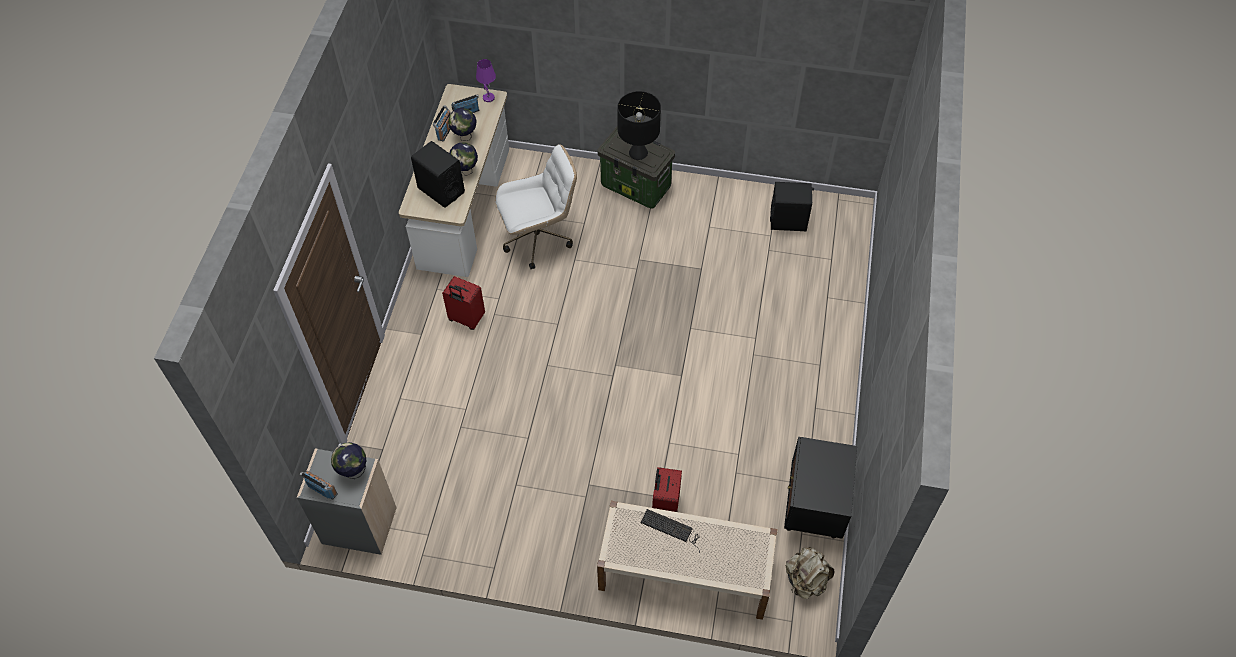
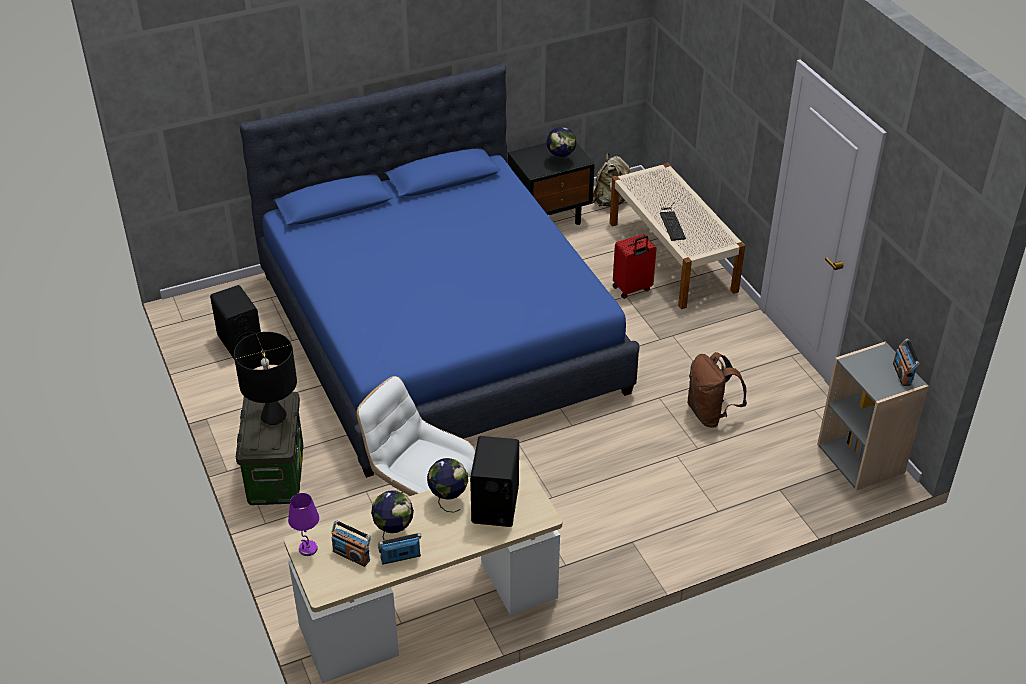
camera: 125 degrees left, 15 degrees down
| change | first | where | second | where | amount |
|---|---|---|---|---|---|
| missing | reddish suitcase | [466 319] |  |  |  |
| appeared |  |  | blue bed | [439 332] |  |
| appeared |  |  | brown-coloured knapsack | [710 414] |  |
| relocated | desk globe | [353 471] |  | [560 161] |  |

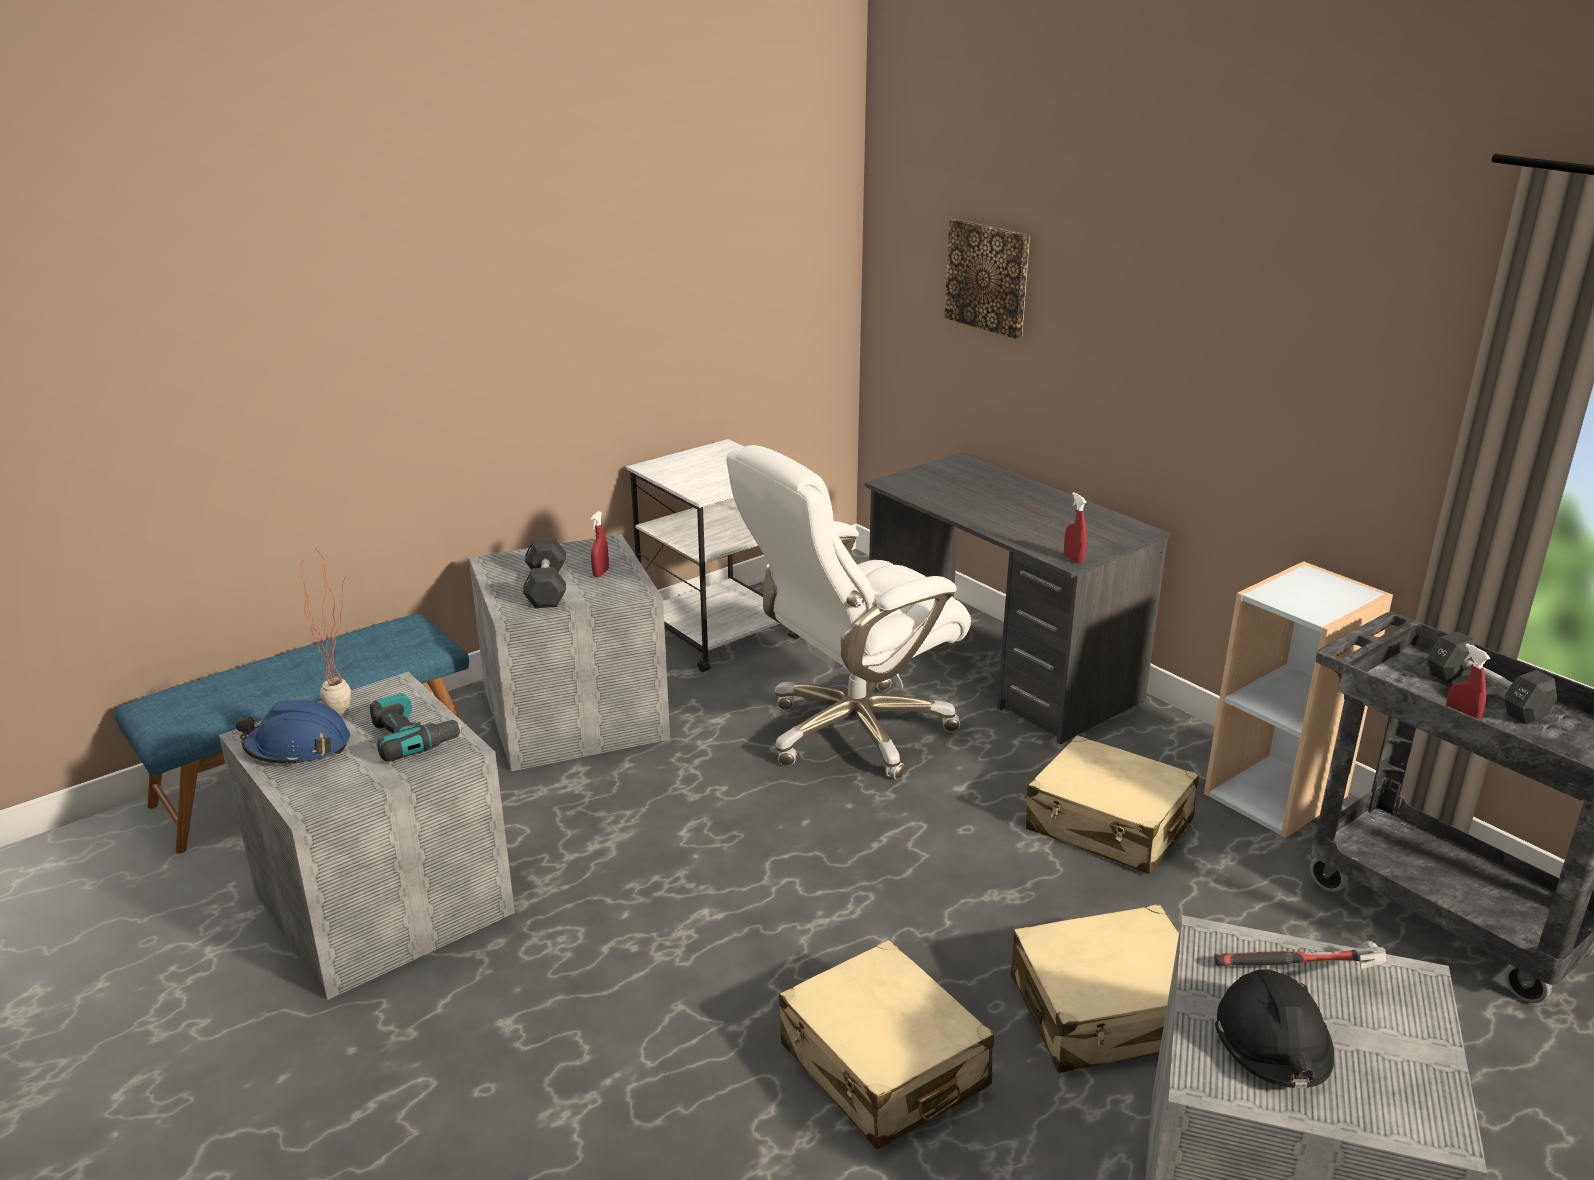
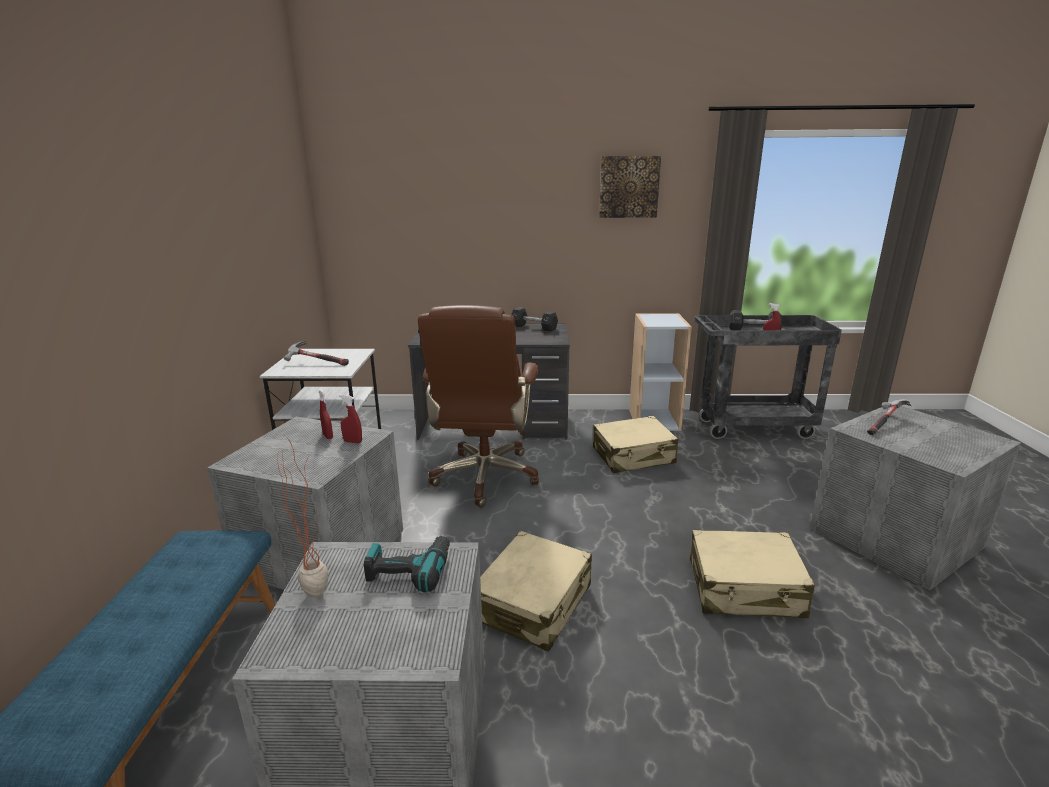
camera: 50 degrees left, 5 degrees down
| change | first | where | second | where | amount |
|---|---|---|---|---|---|
| missing | blue safety helmet | [298 747] |  |  |  |
| missing | black safety helmet | [1273 1044] |  |  |  |
| appeared |  |  | tool hammer | [317 363] |  |
| relocated | black hand weight | [546 588] |  | [534 327] |  |
| relocated | wall art | [988 277] |  | [629 187] |  |
| relocated | beige-coloured suitcase | [1108 1011] |  | [533 603] |  |
| relocated | reddish hand sprayer | [1073 559] |  | [353 442] |  |
| colour | whitish desk chair | [849 733] | brown-coloured desk chair | [483 479] |  |

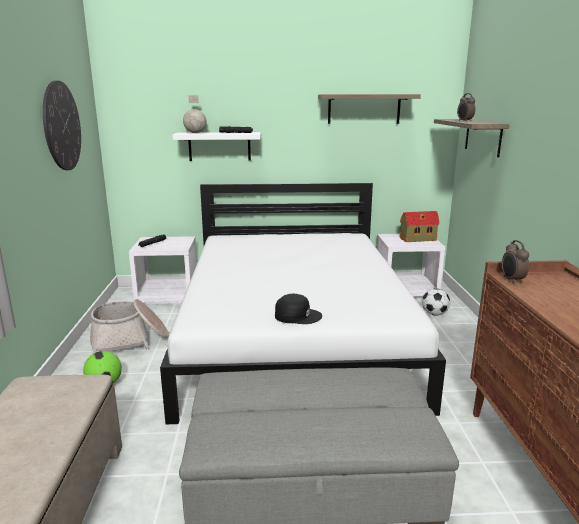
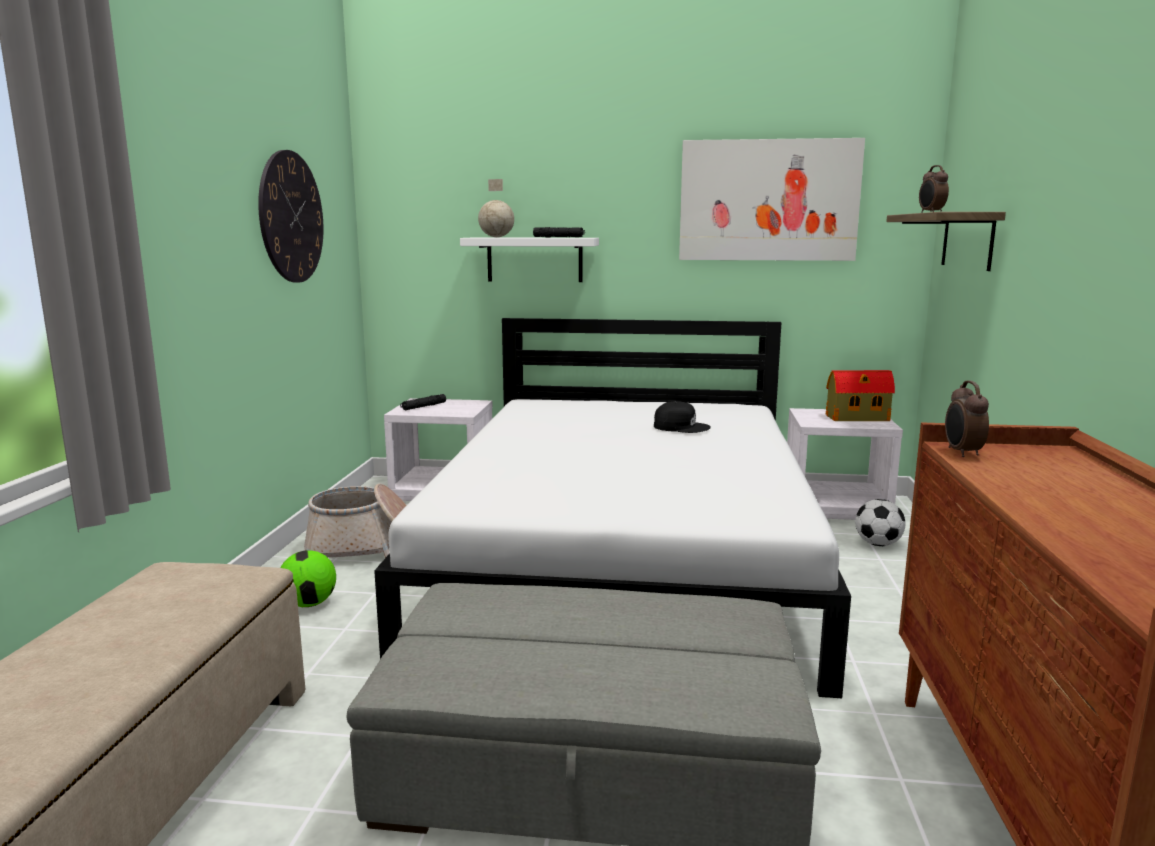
camera: 10 degrees right, 5 degrees down
| change | first | where | second | where | amount |
|---|---|---|---|---|---|
| relocated | black baseball cap | [297 315] |  | [681 426] |  |
| exchanged | shelf | [364 109] | wall art | [768 200] |  |

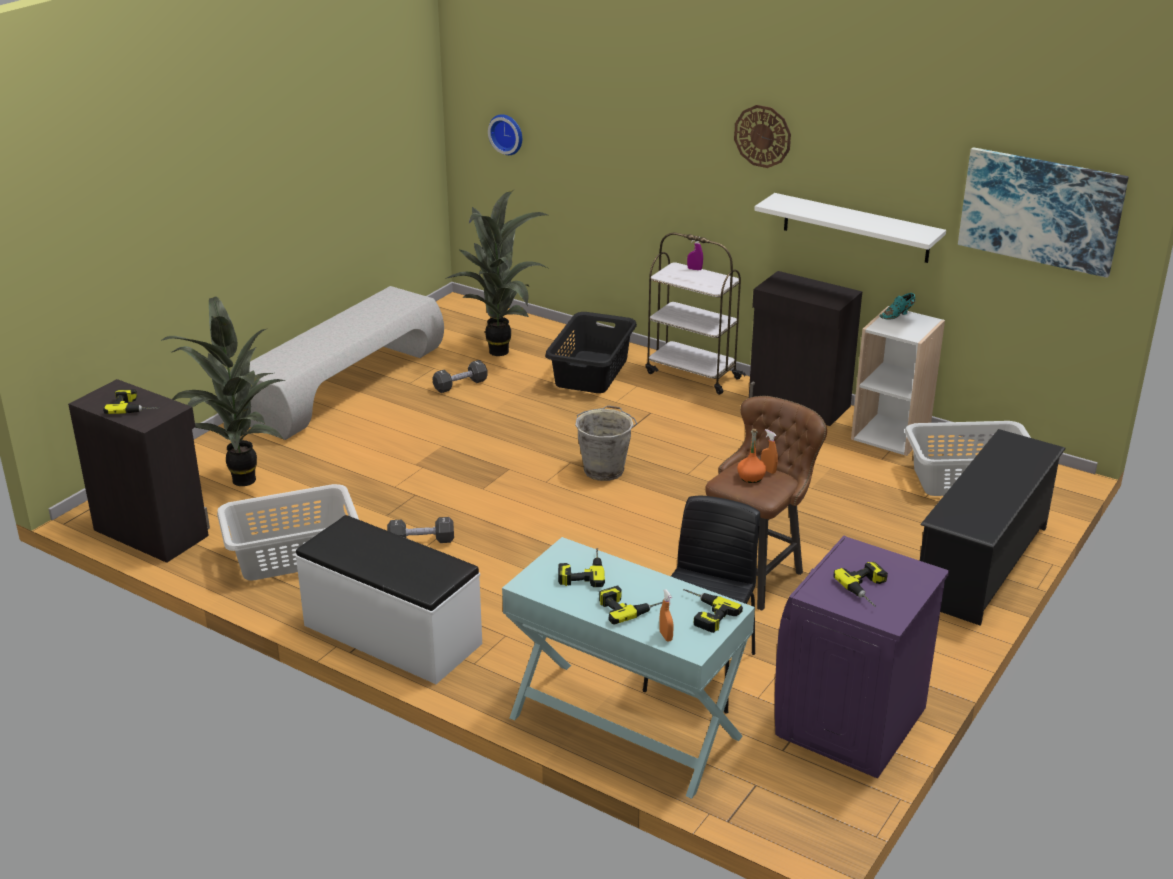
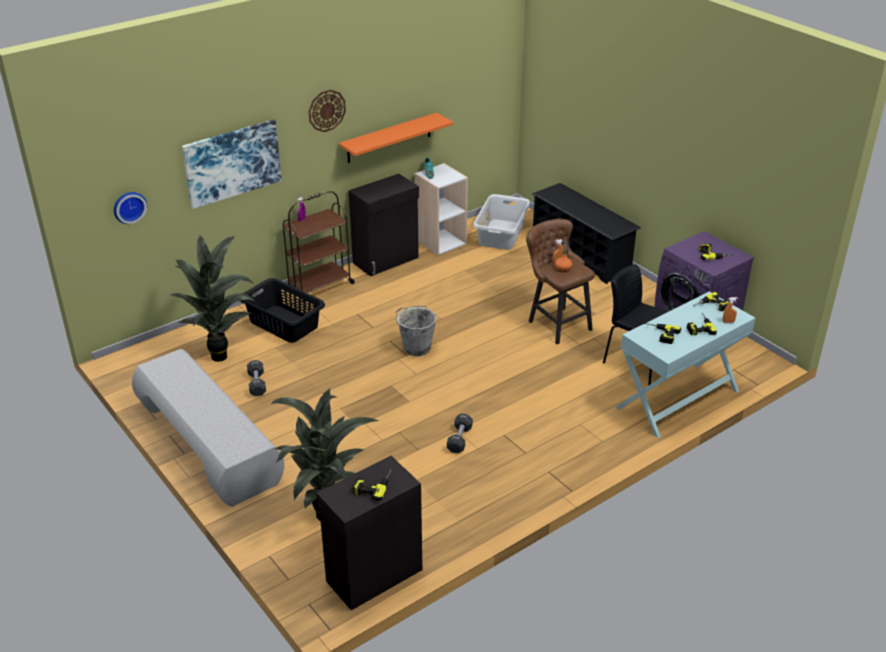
camera: 70 degrees left, 5 degrees up
| change | first | where | second | where | amount |
|---|---|---|---|---|---|
| missing | grey washing basket | [291 554] |  |  |  |
| missing | whitish long seat | [391 635] |  |  |  |
| relocated | wall art | [1040 210] |  | [232 163] |  |
| colour | whitish wheeled cart | [692 375] | brown-coloured wheeled cart | [320 287] |  |
| colour | whitish shelf | [856 228] | orange-coloured shelf | [389 138] |  |

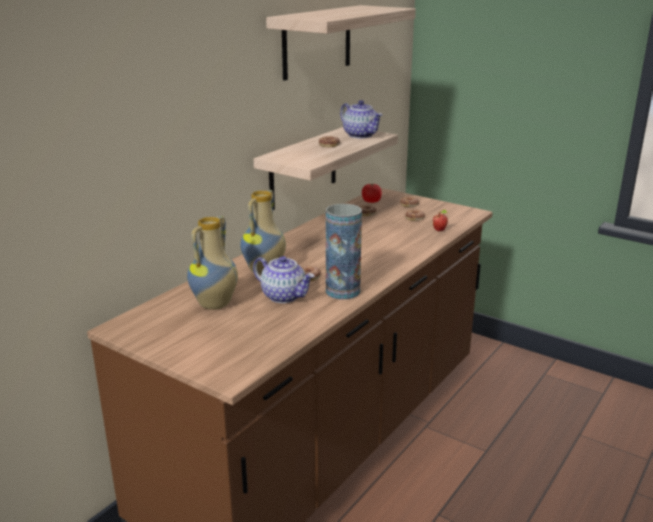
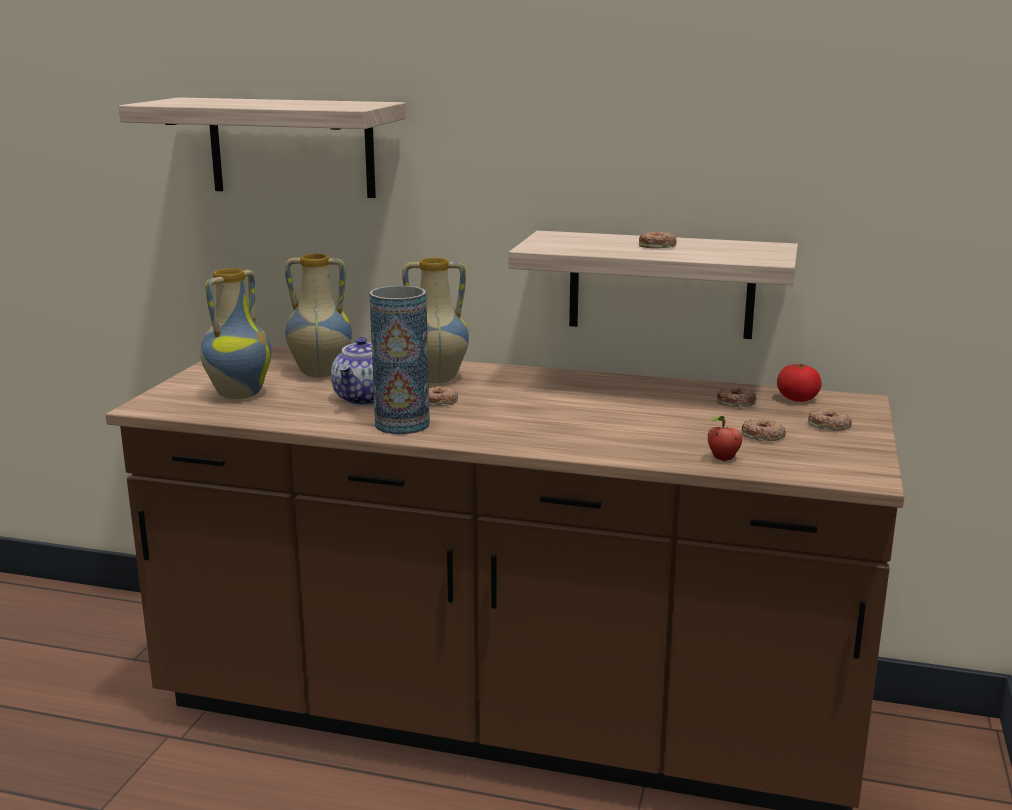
camera: 70 degrees right, 5 degrees down
| change | first | where | second | where | amount |
|---|---|---|---|---|---|
| missing | teapot | [361 135] |  |  |  |
| appeared |  |  | flower vase | [238 394] |  |
| relocated | shelf | [317 42] |  | [291 147] |  |

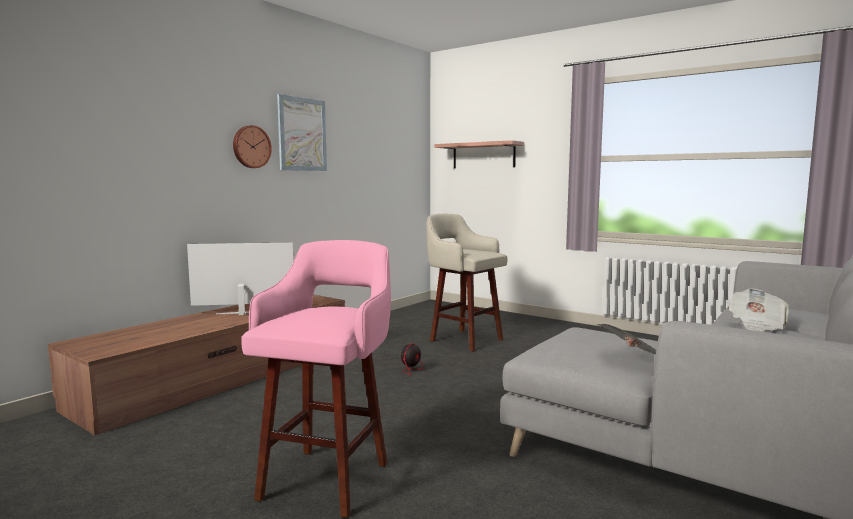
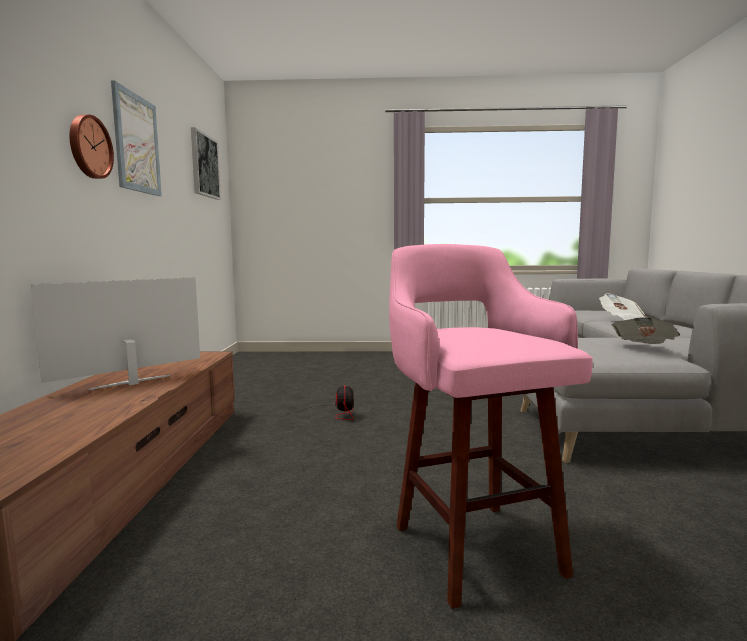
camera: 35 degrees left, 0 degrees up
| change | first | where | second | where | amount |
|---|---|---|---|---|---|
| missing | beige-coloured stool | [464 340] |  |  |  |
| missing | shelf | [483 155] |  |  |  |
| appeared |  |  | wall art | [204 166] |  |

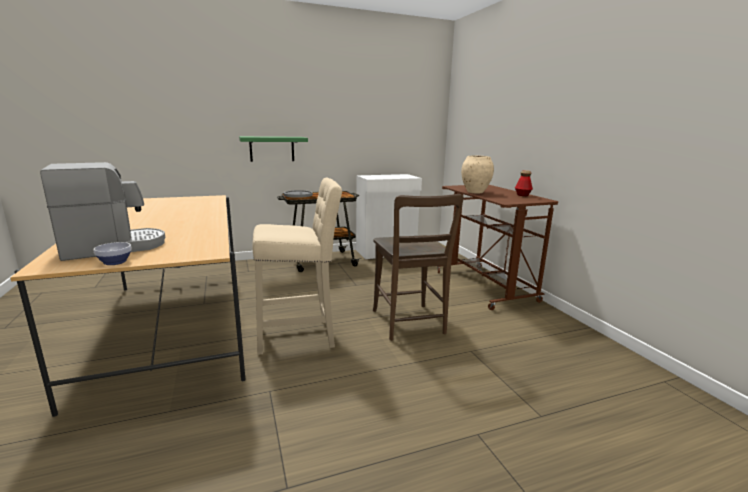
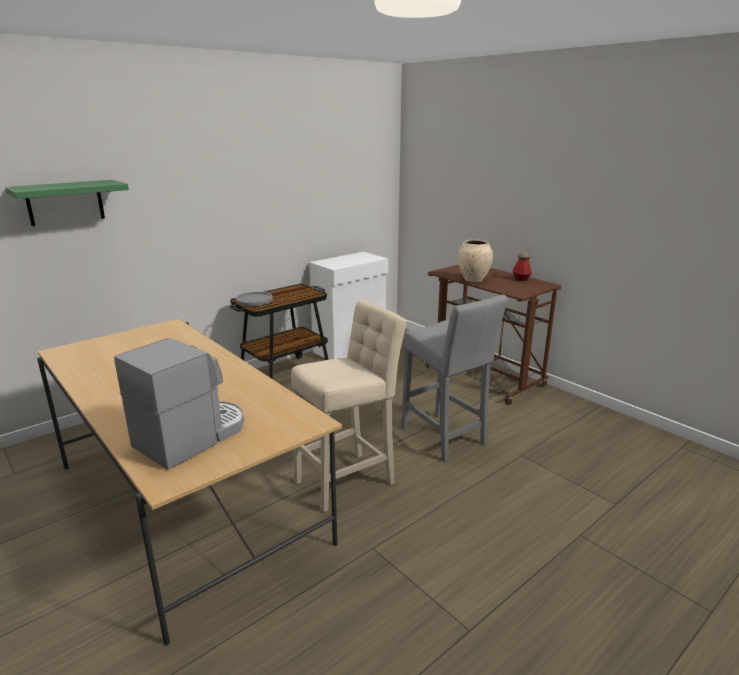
camera: 20 degrees left, 5 degrees up
| change | first | where | second | where | amount |
|---|---|---|---|---|---|
| missing | deep dish | [114 262] |  |  |  |
| relocated | greenish shelf | [272 149] |  | [65 202] |  |
| exchanged | brown-coloured plain chair | [409 324] | grey stool | [445 438] |  |

